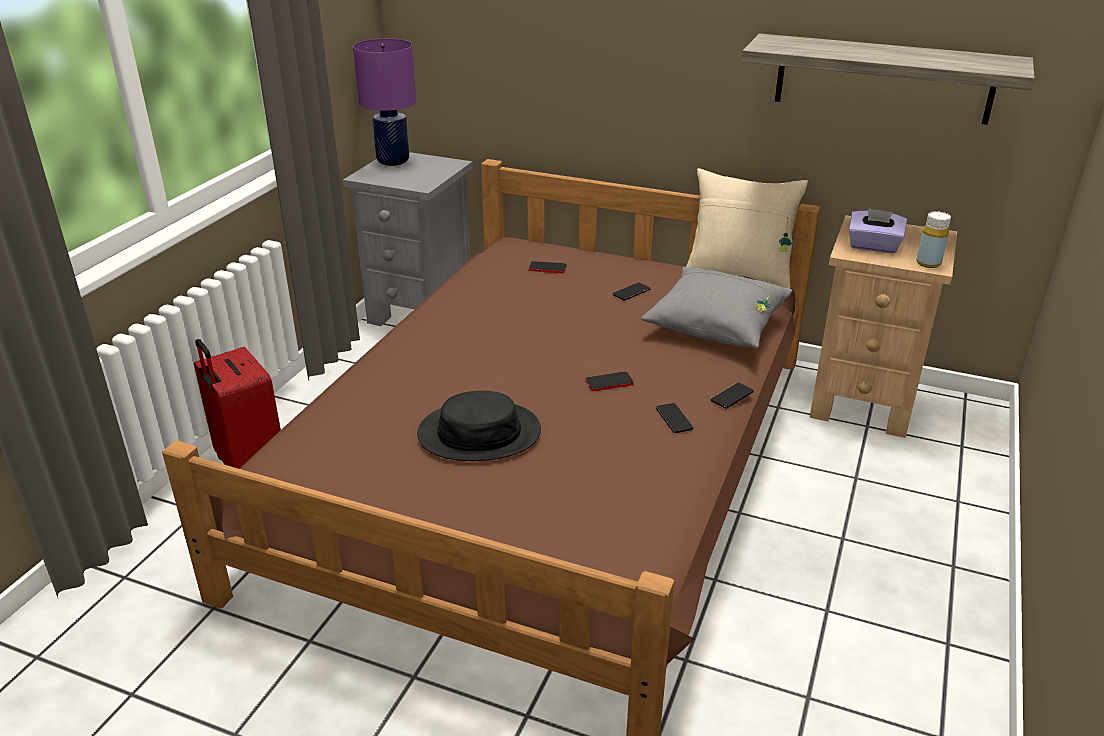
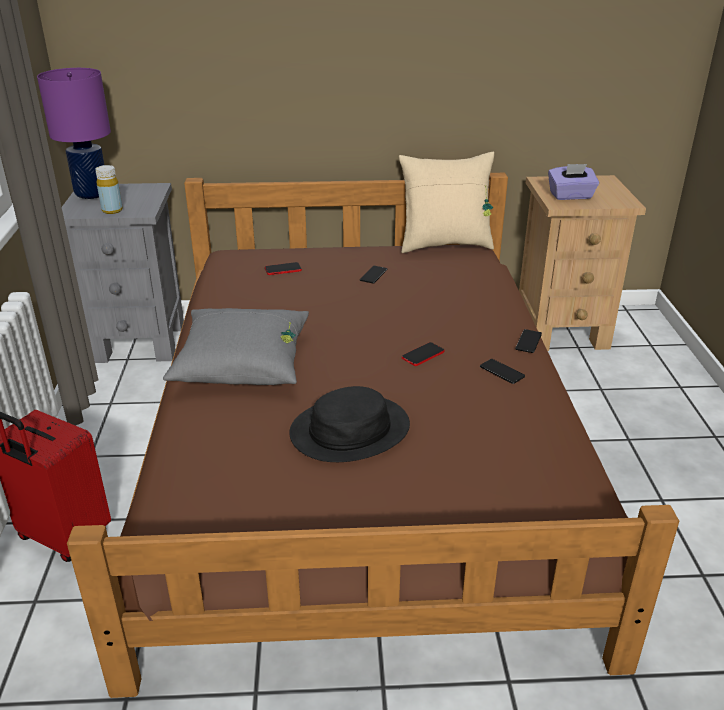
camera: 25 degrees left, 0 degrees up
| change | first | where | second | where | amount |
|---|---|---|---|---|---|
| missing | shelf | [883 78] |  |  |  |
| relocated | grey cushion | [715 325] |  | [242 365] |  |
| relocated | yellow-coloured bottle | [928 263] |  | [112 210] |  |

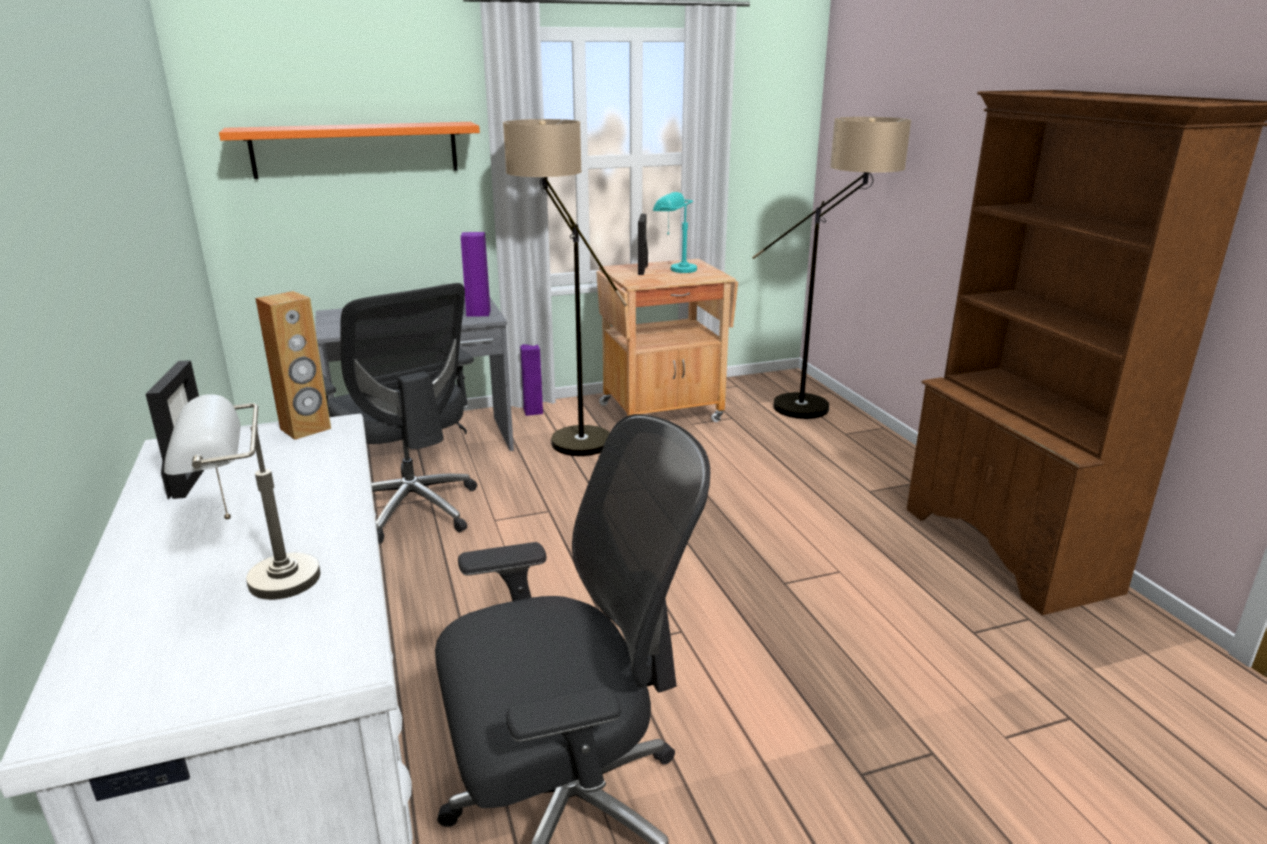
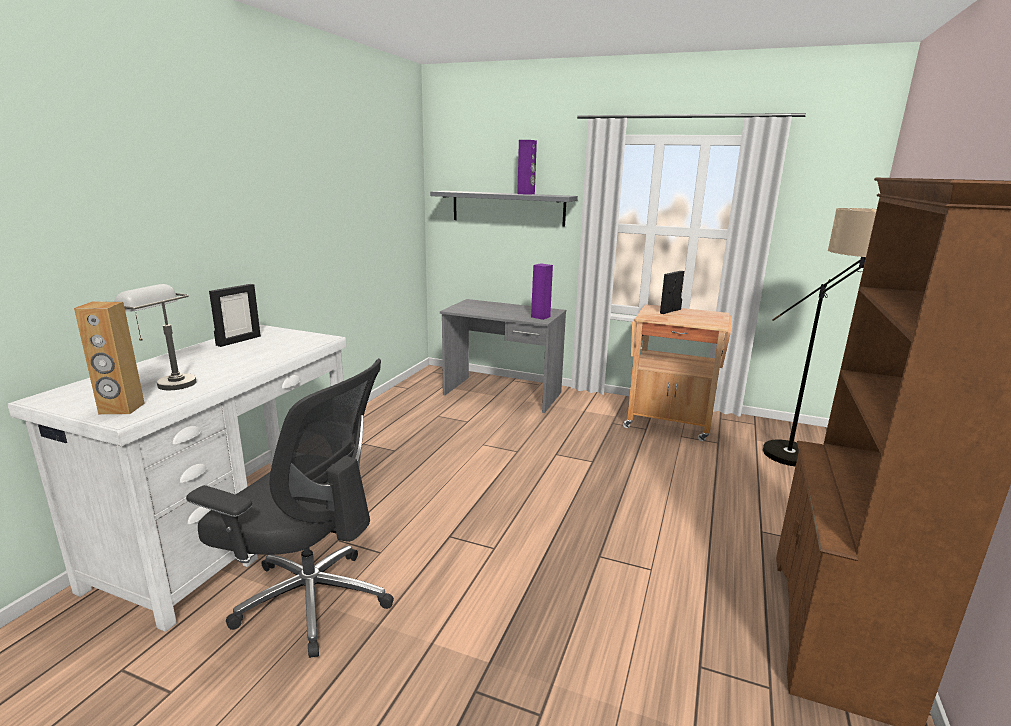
camera: 40 degrees right, 5 degrees down
| change | first | where | second | where | amount |
|---|---|---|---|---|---|
| missing | desk chair | [411 506] |  |  |  |
| missing | standard lamp | [566 435] |  |  |  |
| missing | turquoise-coloured tabletop lamp | [674 269] |  |  |  |
| relocated | brown-coloured audio speaker | [306 429] |  | [121 409] |  |
| relocated | purple audio speaker | [533 411] |  | [526 194] |  |
| colour | orange-coloured shelf | [356 149] | grey shelf | [508 208] |  |

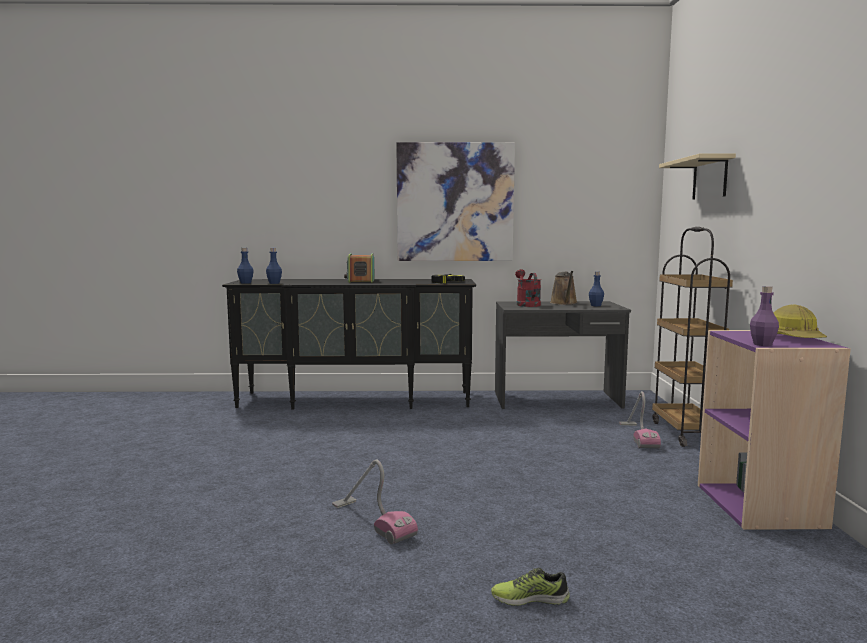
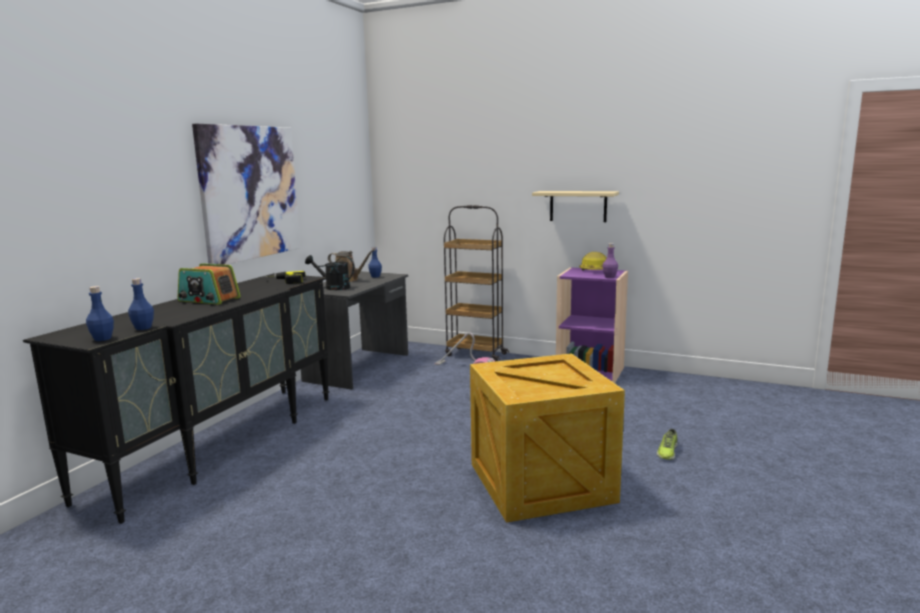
camera: 65 degrees left, 5 degrees up
| change | first | where | second | where | amount |
|---|---|---|---|---|---|
| relocated | beige-coloured shelf | [710 178] |  | [578 206] |  |
| exchanged | hoover | [372 520] | shipping crate | [538 481] |  |
| colour | reddish watering pot | [526 304] | black watering pot | [333 287] |  |

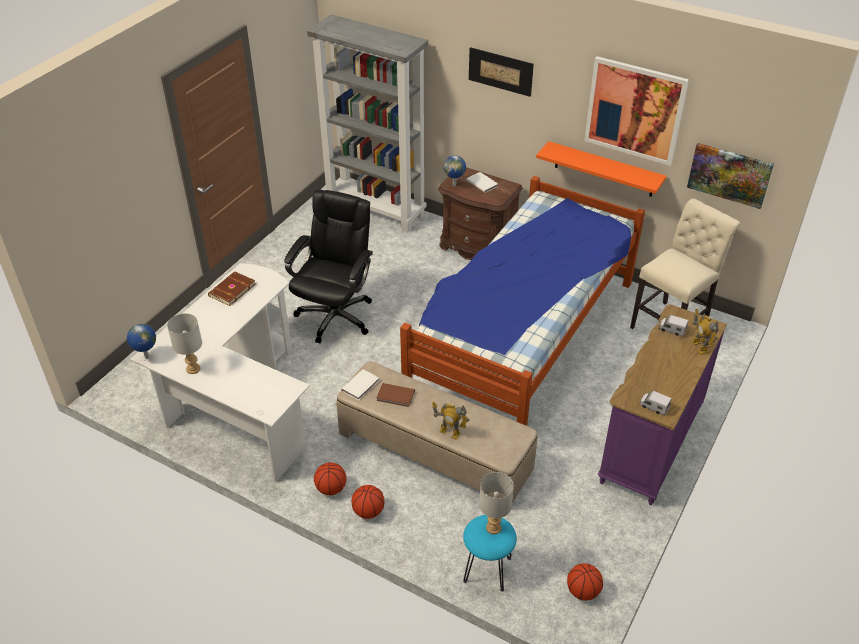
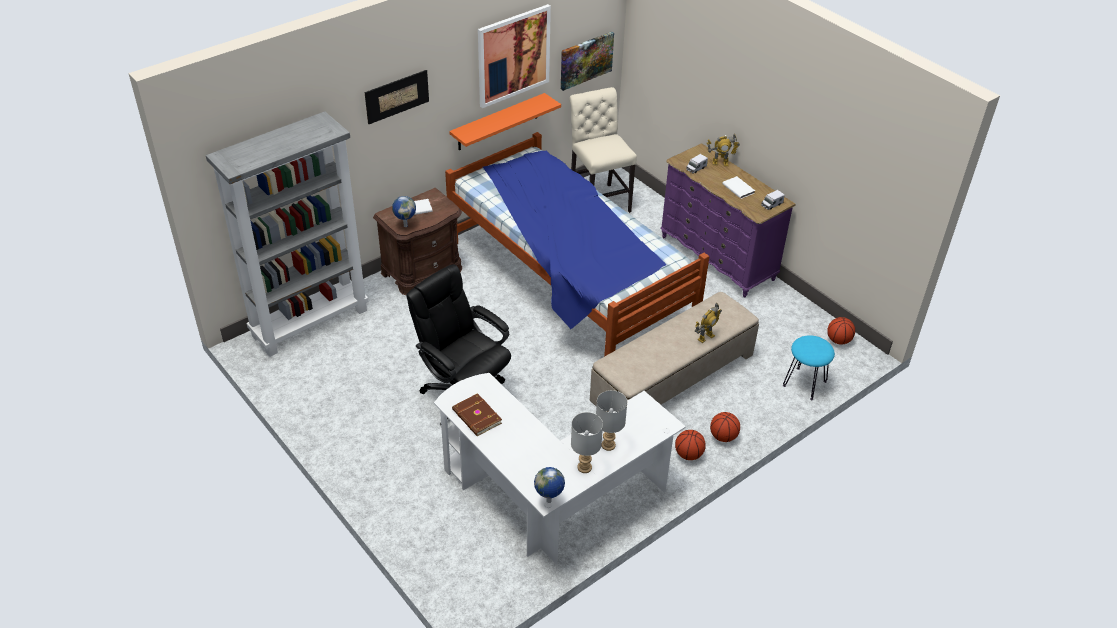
camera: 70 degrees left, 0 degrees up
| change | first | where | second | where | amount |
|---|---|---|---|---|---|
| missing | brown-coloured bound book | [396 396] |  |  |  |
| relocated | whitish bound book | [361 385] |  | [738 188] |  |
| relocated | grey tabletop lamp | [494 528] |  | [608 445] |  |

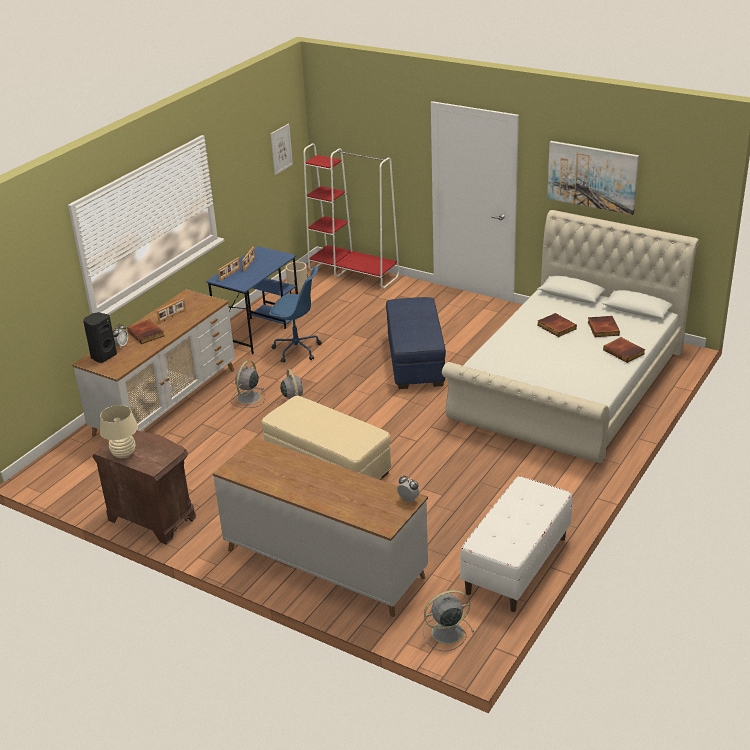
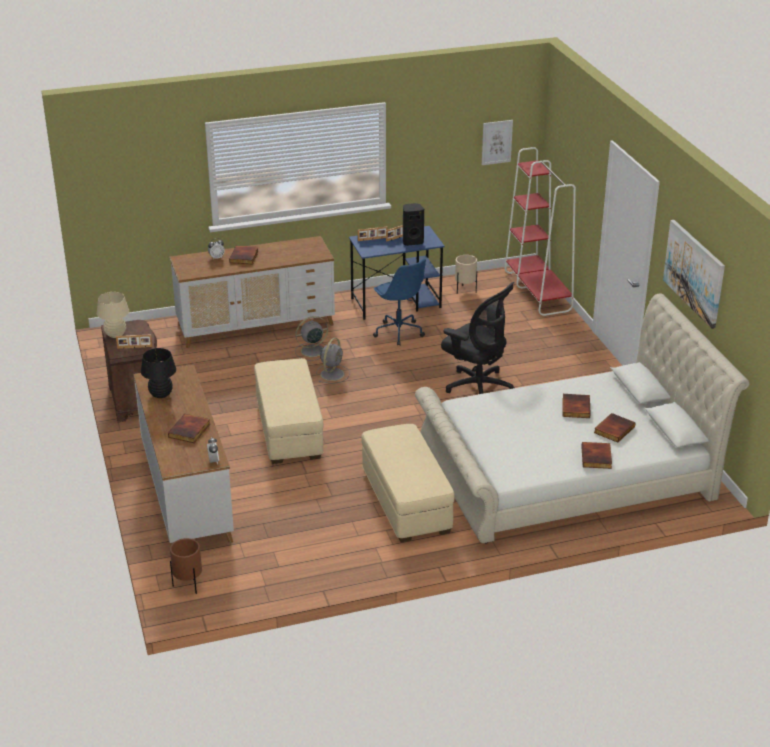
camera: 40 degrees right, 0 degrees up
| change | first | where | second | where | amount |
|---|---|---|---|---|---|
| missing | whitish long seat | [517 565] |  |  |  |
| appeared |  |  | black tabletop lamp | [161 394] |  |
| appeared |  |  | bound book | [190 431] |  |
| appeared |  |  | beige-coloured ottoman | [406 501] |  |
| relocated | black audio speaker | [103 356] |  | [412 241] |  |
| relocated | picture frame | [172 316] |  | [134 347] |  |
| exchanged | blue ottoman | [416 360] | black desk chair | [475 386] |  |
| exchanged | grey fan | [445 633] | brown-coloured plant pot | [188 585] |  |

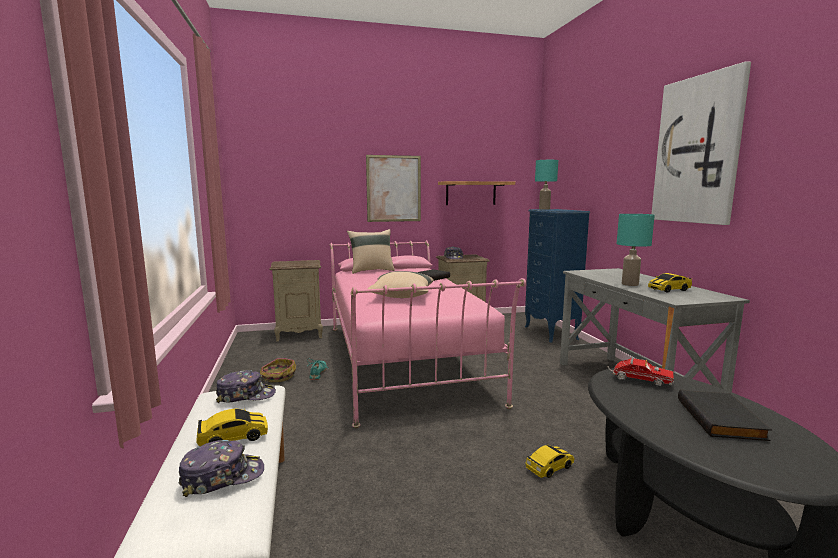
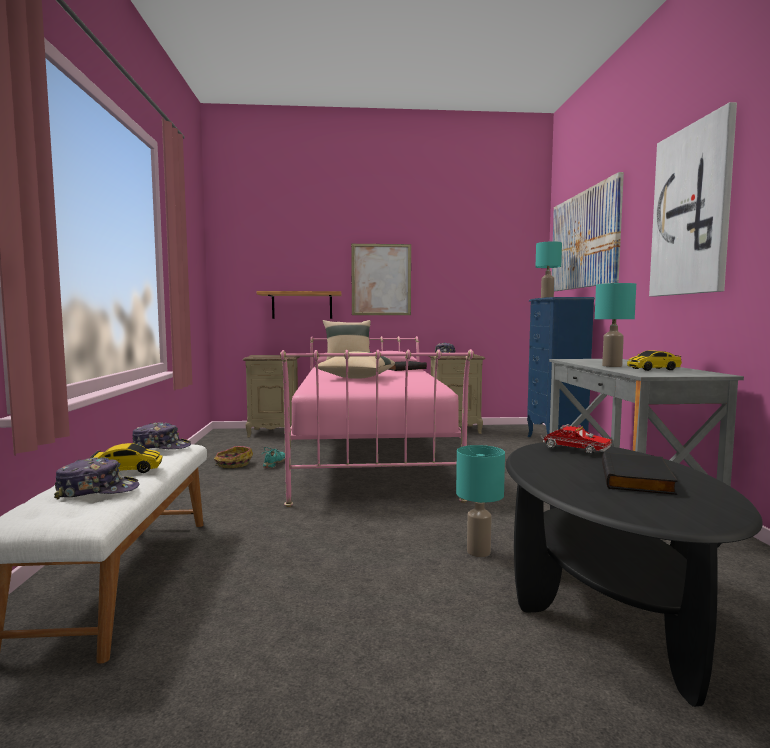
camera: 10 degrees right, 5 degrees down
| change | first | where | second | where | amount |
|---|---|---|---|---|---|
| appeared |  |  | wall art | [584 240] |  |
| relocated | shelf | [471 193] |  | [302 305] |  |
| exchanged | model car | [549 467] | turquoise-coloured tabletop lamp | [477 552] |  |

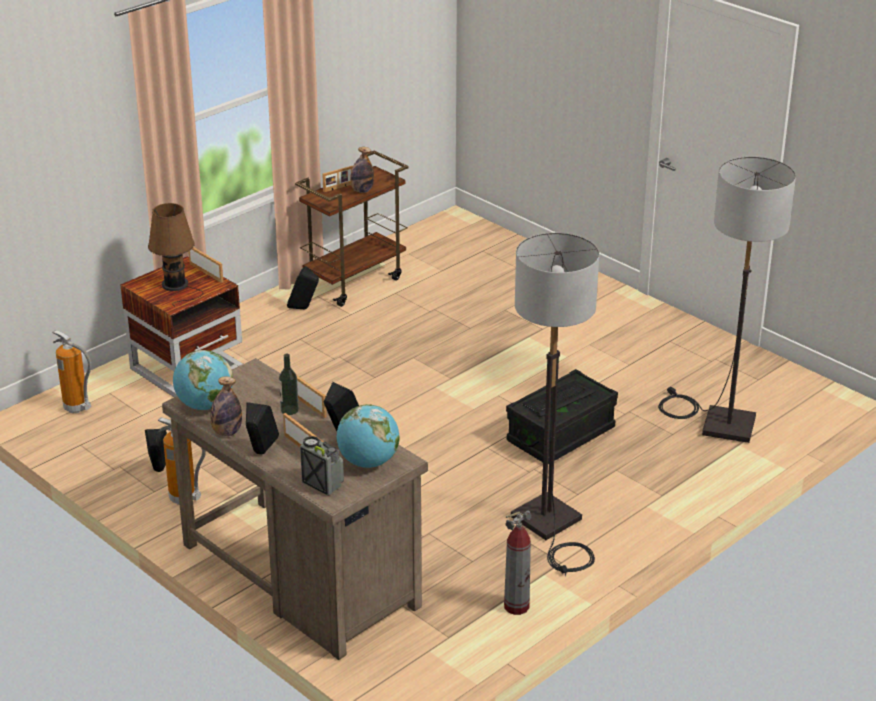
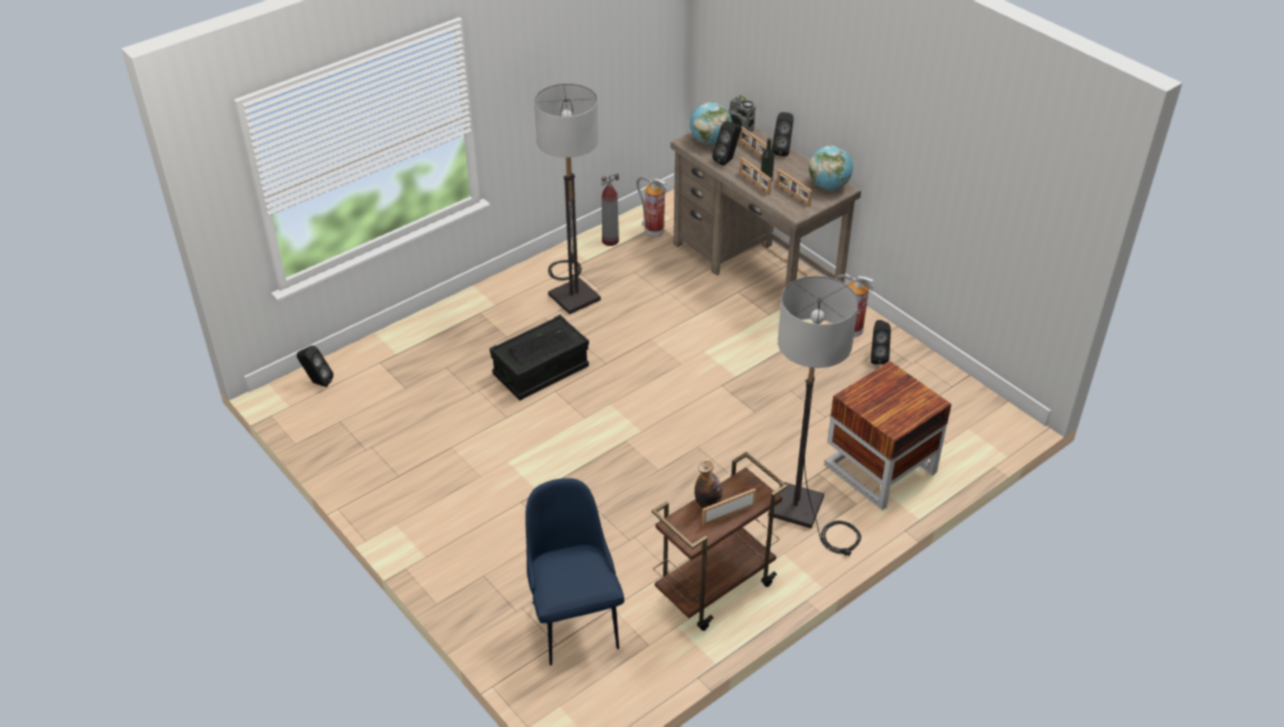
camera: 175 degrees left, 10 degrees up
| change | first | where | second | where | amount |
|---|---|---|---|---|---|
| missing | brown-coloured tabletop lamp | [176 286] |  |  |  |
| missing | bottle | [227 432] |  |  |  |
| appeared |  |  | blue plain chair | [573 624] |  |
| relocated | fire-fighting cylinder | [77 408] |  | [653 232] |  |
| relocated | picture frame | [207 272] |  | [792 196] |  |
| relocated | black audio speaker | [304 309] |  | [317 382] |  |
| relocated | standard lamp | [714 421] |  | [808 516] |  |

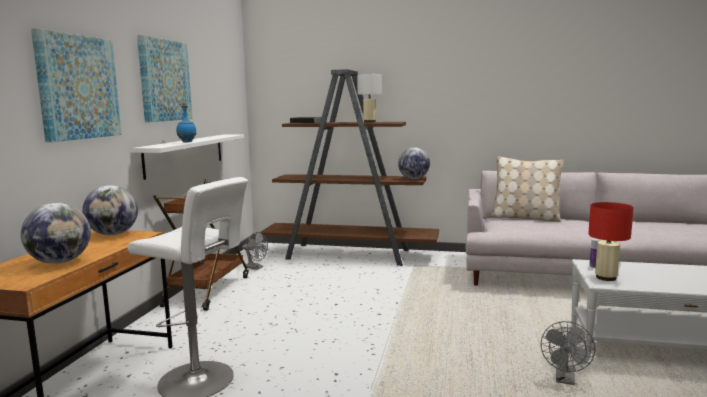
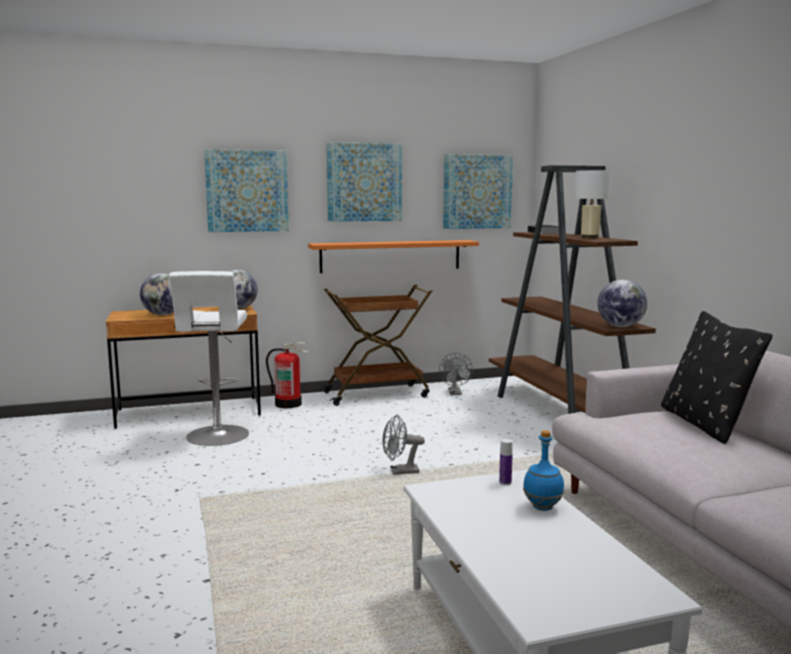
camera: 60 degrees right, 0 degrees up
| change | first | where | second | where | amount |
|---|---|---|---|---|---|
| missing | reddish tabletop lamp | [606 277] |  |  |  |
| appeared |  |  | fire-fighting cylinder | [288 404] |  |
| appeared |  |  | wall art | [477 191] |  |
| relocated | blue bottle | [187 142] |  | [543 507] |  |
| relocated | grey fan | [565 380] |  | [400 472] |  |
| colour | whitish shelf | [185 154] | orange-coloured shelf | [391 256] |  |
| colour | beige-coloured cushion | [525 218] | black cushion | [704 424] |  |

